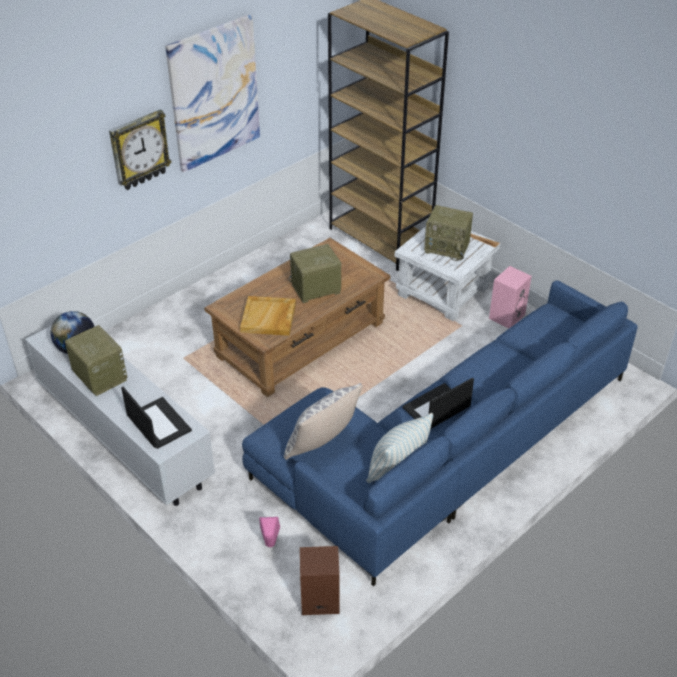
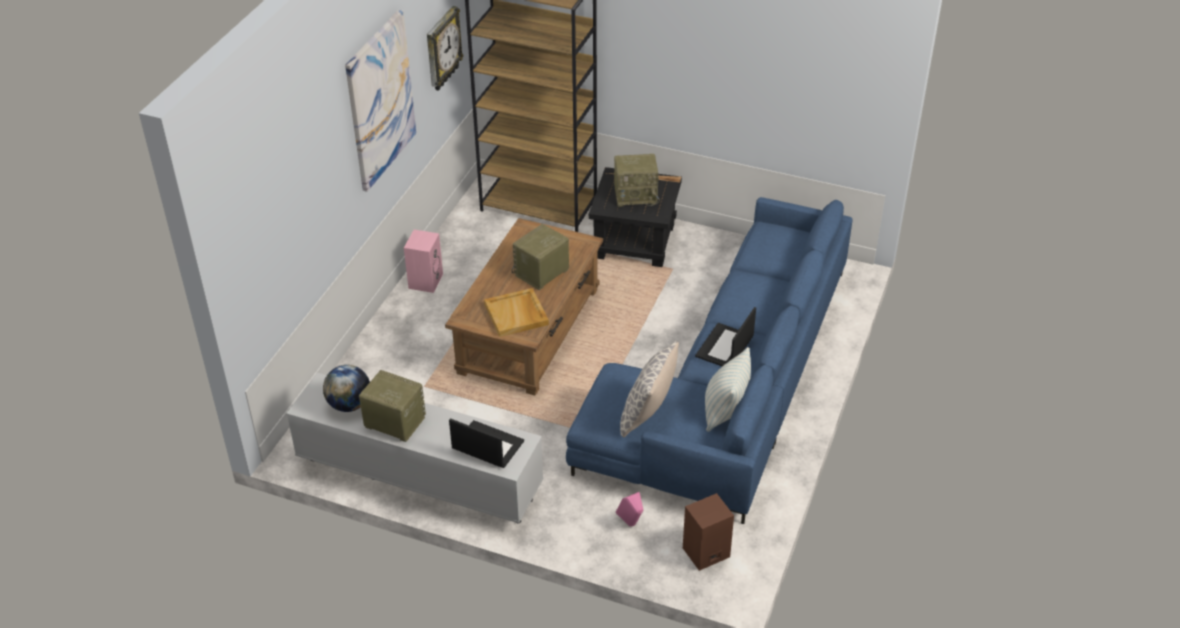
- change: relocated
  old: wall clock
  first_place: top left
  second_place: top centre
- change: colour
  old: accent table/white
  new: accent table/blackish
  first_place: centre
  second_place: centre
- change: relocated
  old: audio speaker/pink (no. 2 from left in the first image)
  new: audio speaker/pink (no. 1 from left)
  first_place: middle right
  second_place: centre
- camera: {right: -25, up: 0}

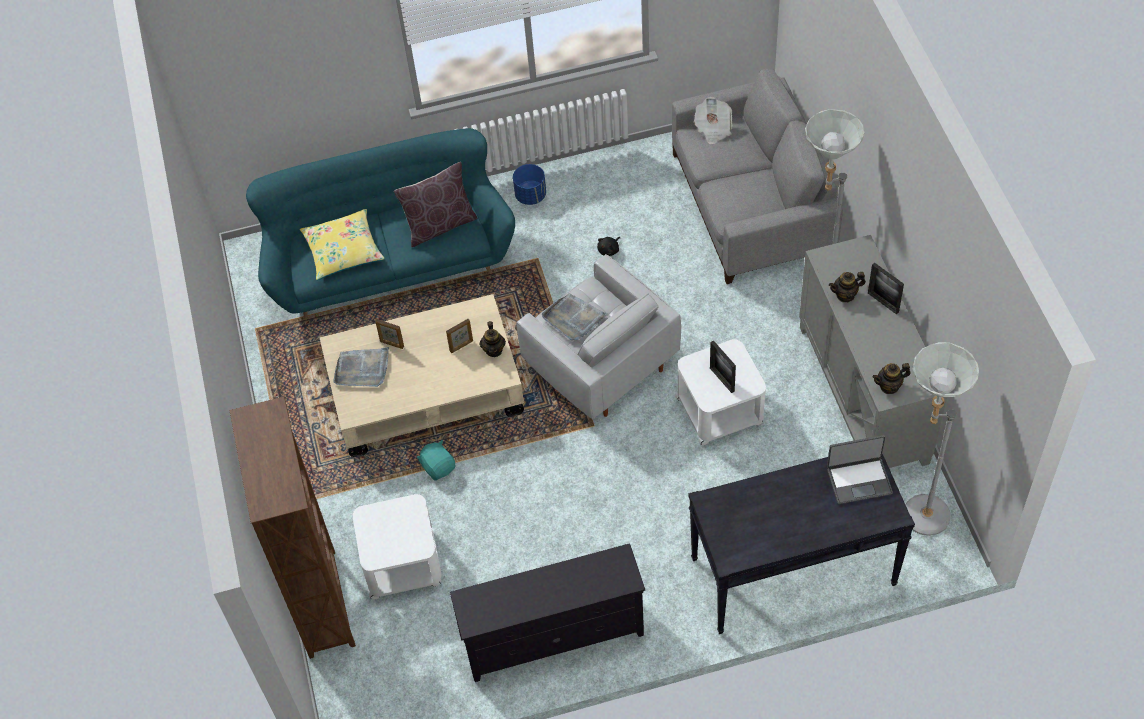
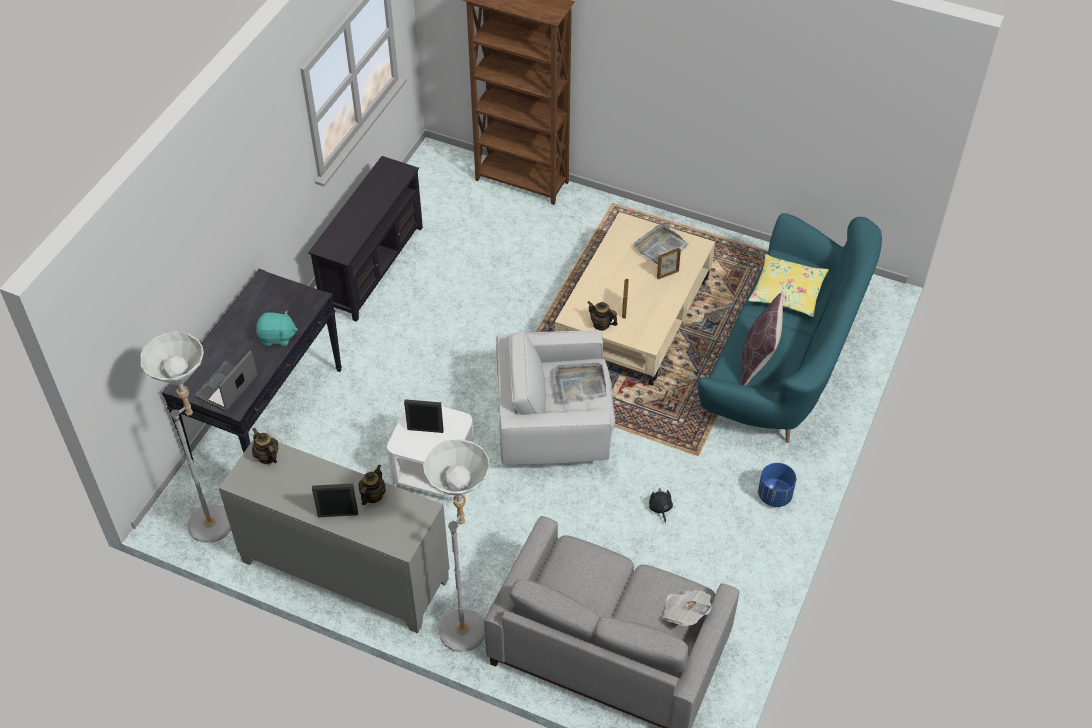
- change: missing
  old: accent table/white (no. 1 from left)
  first_place: bottom centre
- change: relocated
  old: soft toy/blue-green
  first_place: centre
  second_place: middle left
- change: spun
  old: tea pot (no. 3 from left in the first image)
  first_place: middle right
  second_place: middle left
  degrees: -60
- camera: {right: 125, up: -5}

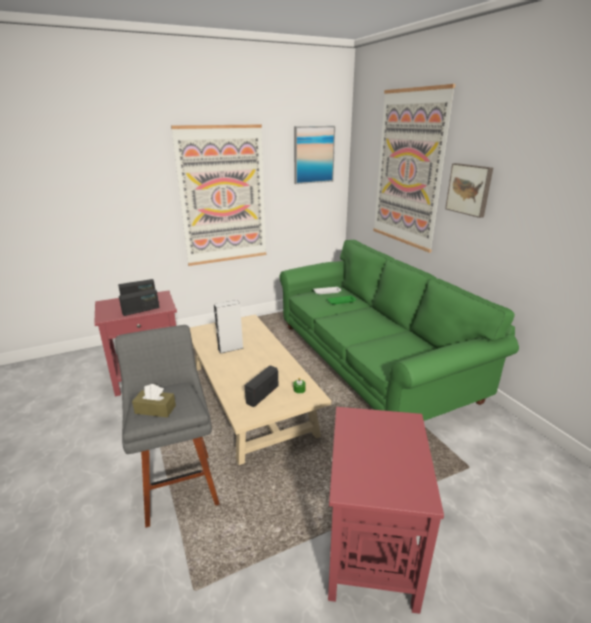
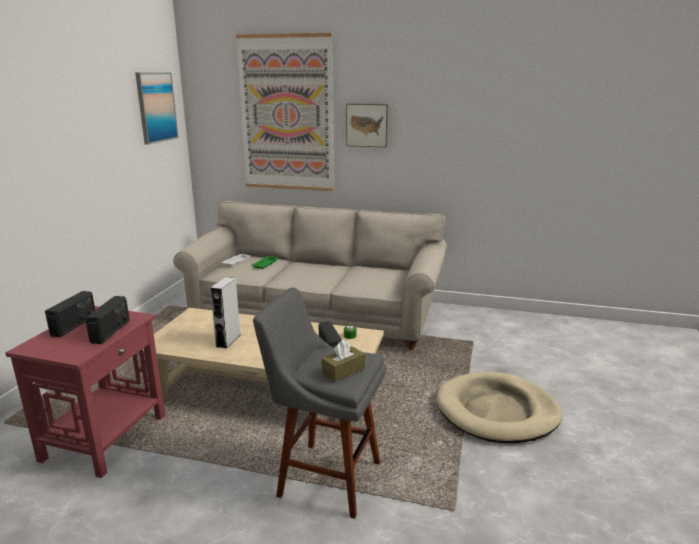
- change: missing
  old: wall picture (no. 1 from left)
  first_place: top centre
- change: colour
  old: couch/green
  new: couch/sand-coloured
  first_place: middle right
  second_place: centre
- change: exchanged
  old: accent table/red-coloured (no. 2 from left)
  new: pet bed/sand-coloured
  first_place: bottom centre
  second_place: bottom right
- camera: {right: -50, up: -5}

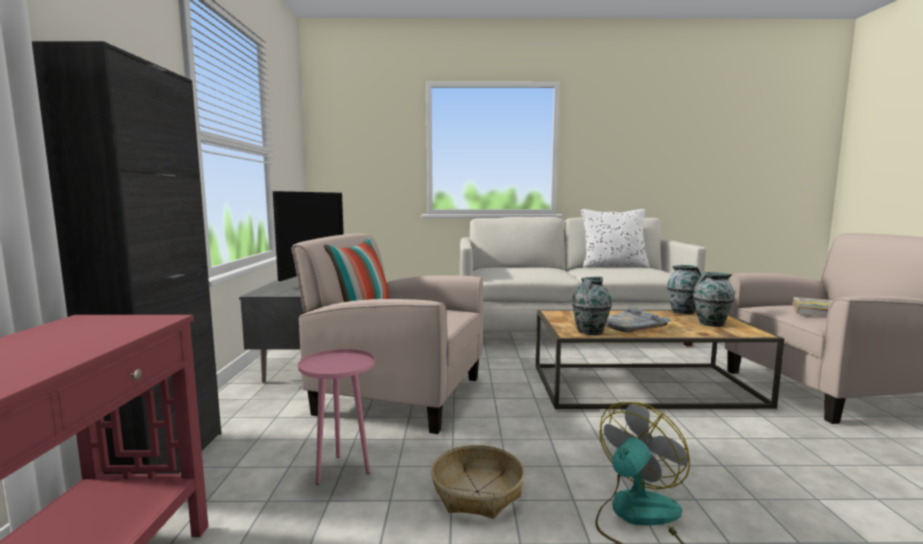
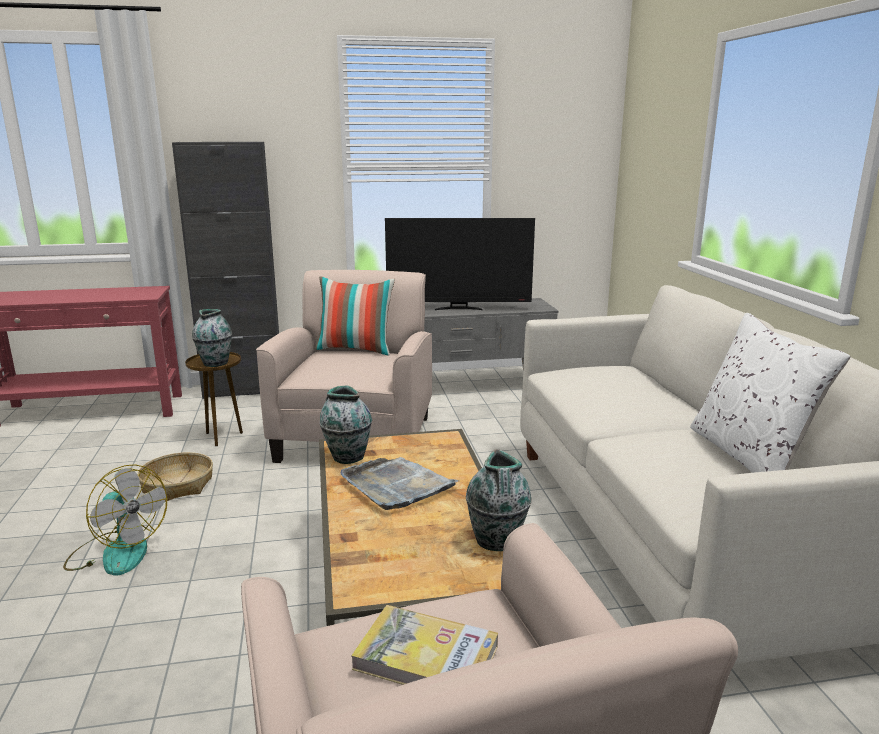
- change: colour
  old: accent table/pink
  new: accent table/brown-coloured
  first_place: bottom centre
  second_place: middle left
- change: relocated
  old: vase (no. 3 from left in the first image)
  new: vase (no. 1 from left)
  first_place: middle right
  second_place: middle left
- camera: {right: 80, up: 10}

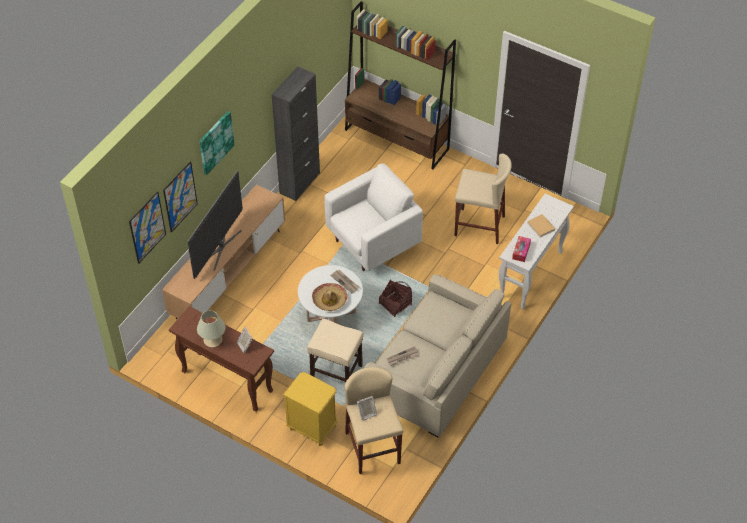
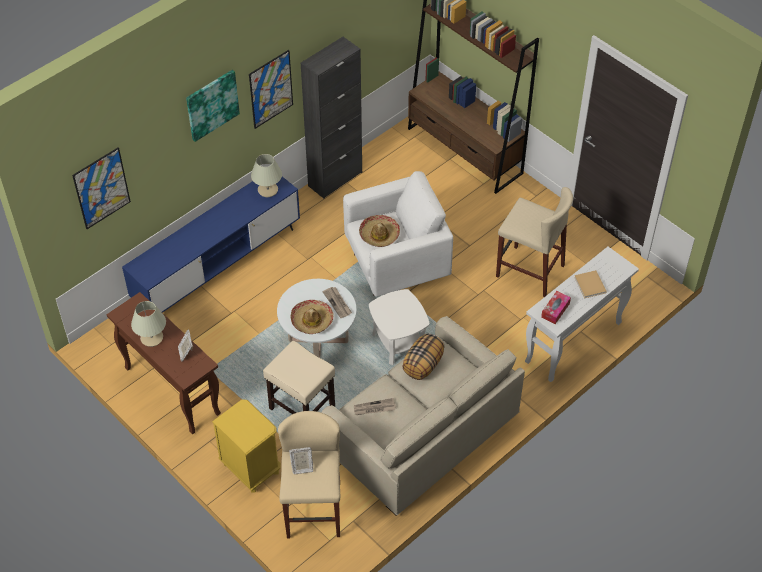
- change: colour
  old: tv unit/brown-coloured
  new: tv unit/blue
  first_place: middle left
  second_place: middle left
- change: relocated
  old: wall picture (no. 2 from left in the first image)
  new: wall picture (no. 3 from left)
  first_place: middle left
  second_place: top centre
- change: missing
  old: TV set
  first_place: middle left
- change: exchanged
  old: storage basket
  new: accent table/white
  first_place: centre
  second_place: centre
- change: appeared
  new: tabletop lamp/sand-coloured (no. 2 from left)
  second_place: top centre
- change: appeared
  new: hat (no. 2 from left)
  second_place: centre
- change: appeared
  new: throw pillow
  second_place: centre
- camera: {right: 15, up: 0}

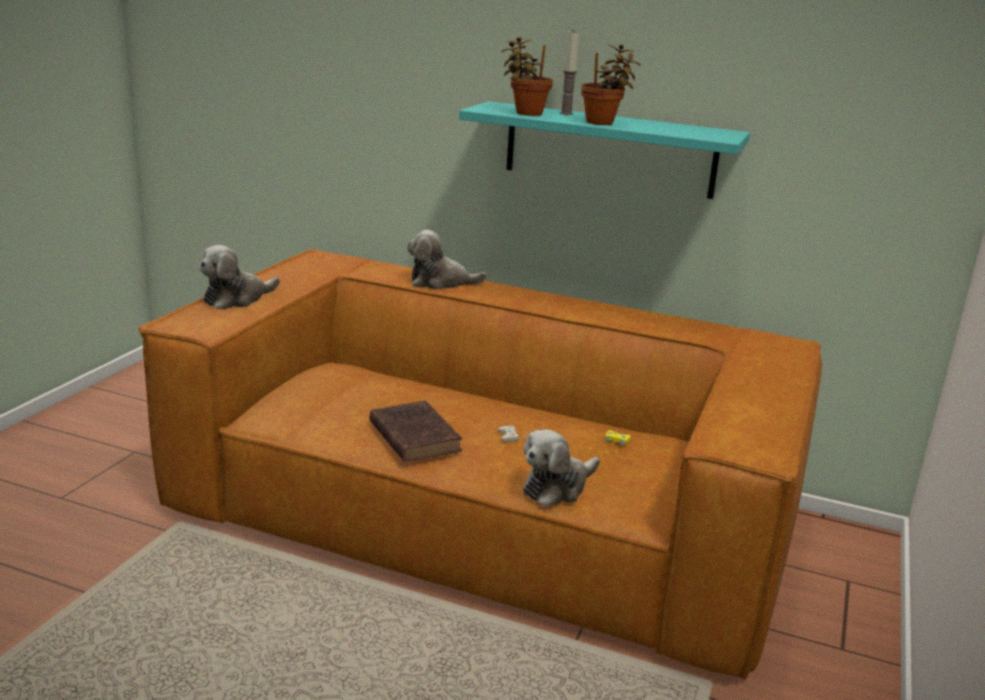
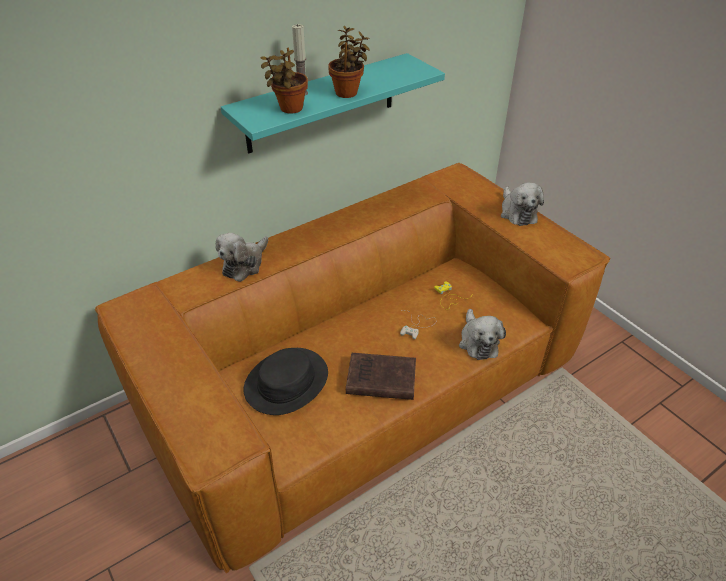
- change: relocated
  old: soft toy (no. 1 from left in the first image)
  new: soft toy (no. 3 from left)
  first_place: middle left
  second_place: middle right
- change: appeared
  new: hat/blackish
  second_place: centre
- camera: {right: -55, up: 20}

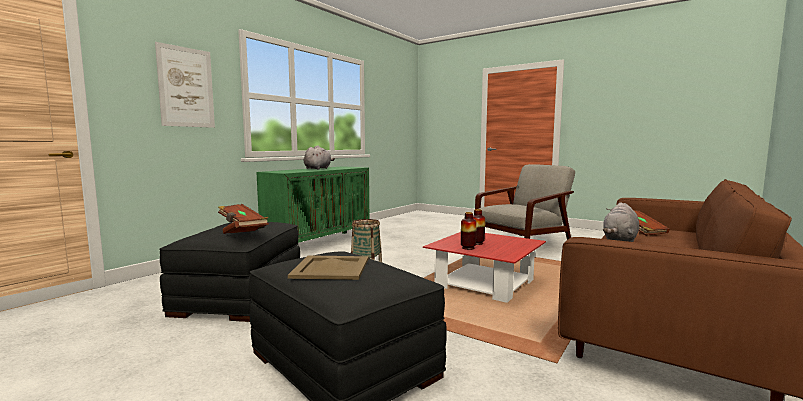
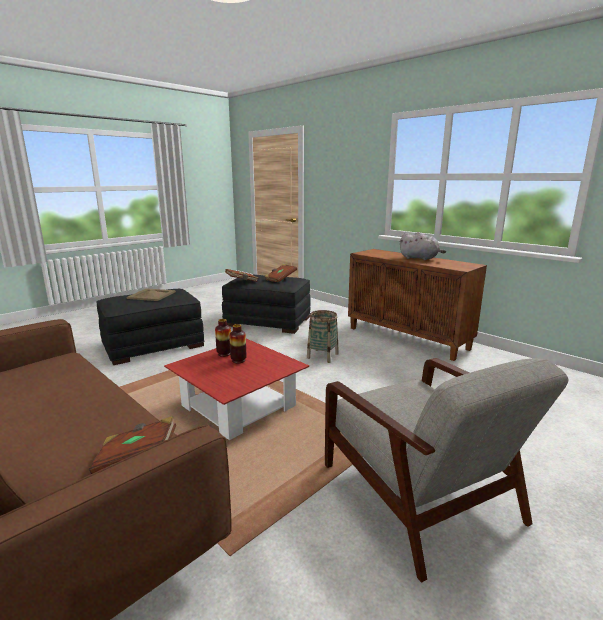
- change: missing
  old: wall picture
  first_place: top left
- change: colour
  old: cupboard/green
  new: cupboard/brown-coloured
  first_place: centre
  second_place: middle right
- change: missing
  old: soft toy/grey (no. 2 from left)
  first_place: middle right
- camera: {right: 100, up: 10}

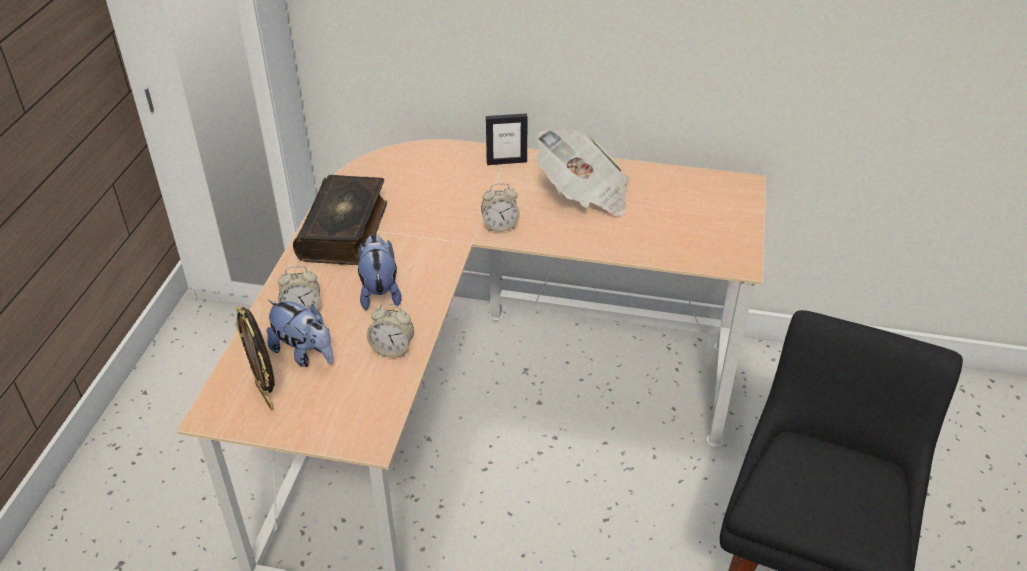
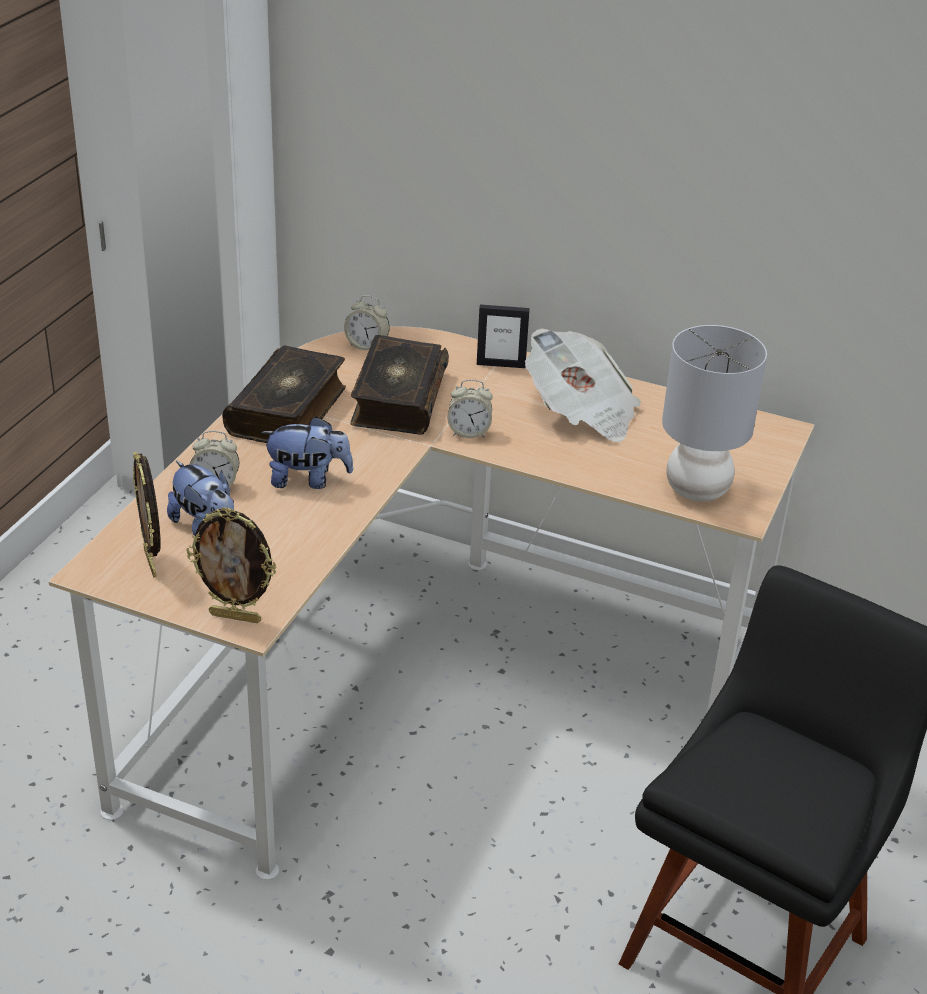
- change: spun
  old: soft toy (no. 2 from left)
  first_place: centre
  second_place: middle left
  degrees: 90
- change: relocated
  old: table clock (no. 2 from left)
  first_place: centre
  second_place: top centre
- change: appeared
  new: picture frame (no. 2 from left)
  second_place: middle left
- change: appeared
  new: bound book (no. 2 from left)
  second_place: centre
- change: appeared
  new: tabletop lamp/grey
  second_place: middle right
- camera: {right: 10, up: -5}

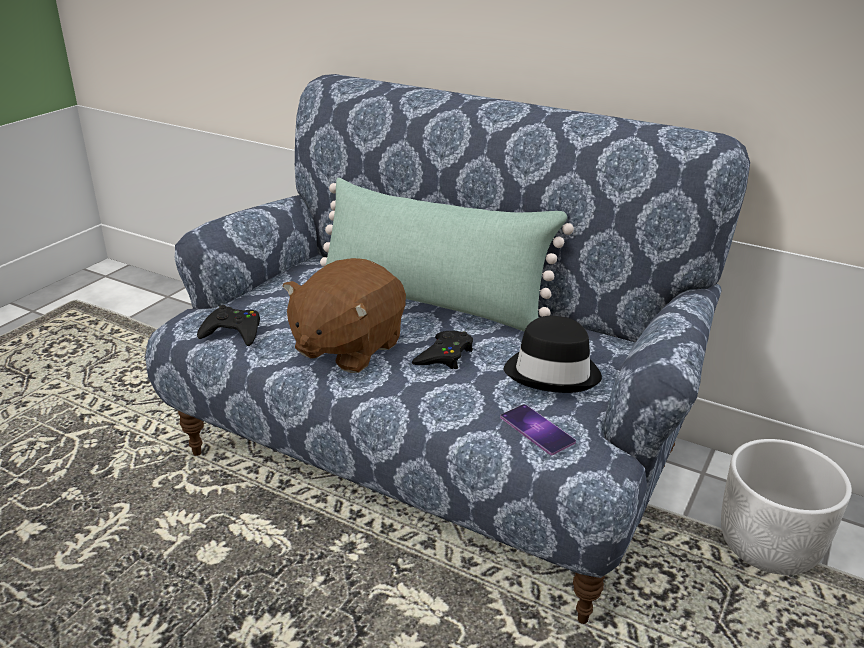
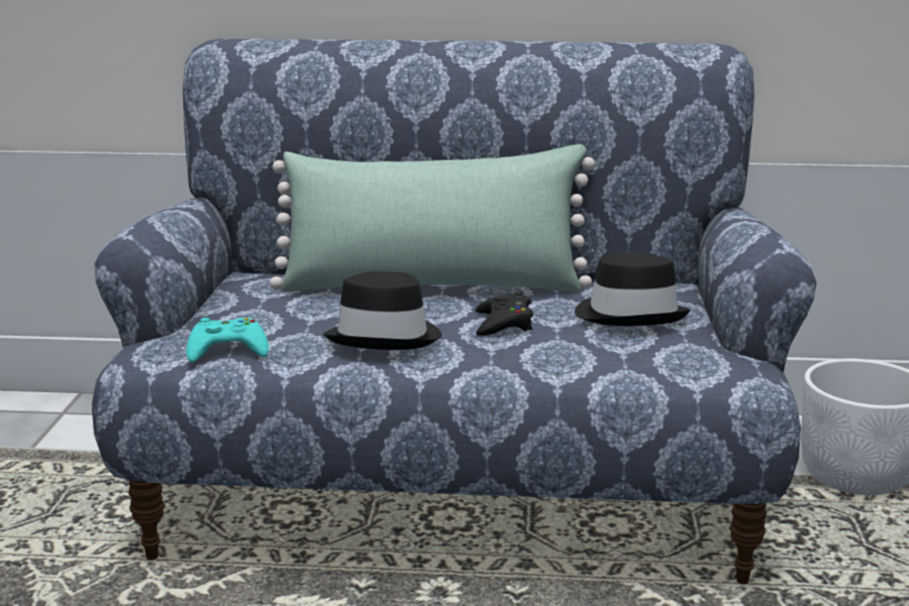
- change: colour
  old: game controller/blackish (no. 1 from left)
  new: game controller/blue-green
  first_place: middle left
  second_place: middle left
- change: exchanged
  old: soft toy/brown-coloured
  new: hat/blackish (no. 1 from left)
  first_place: centre
  second_place: centre
- change: missing
  old: telephone
  first_place: centre
- camera: {right: -25, up: -10}

